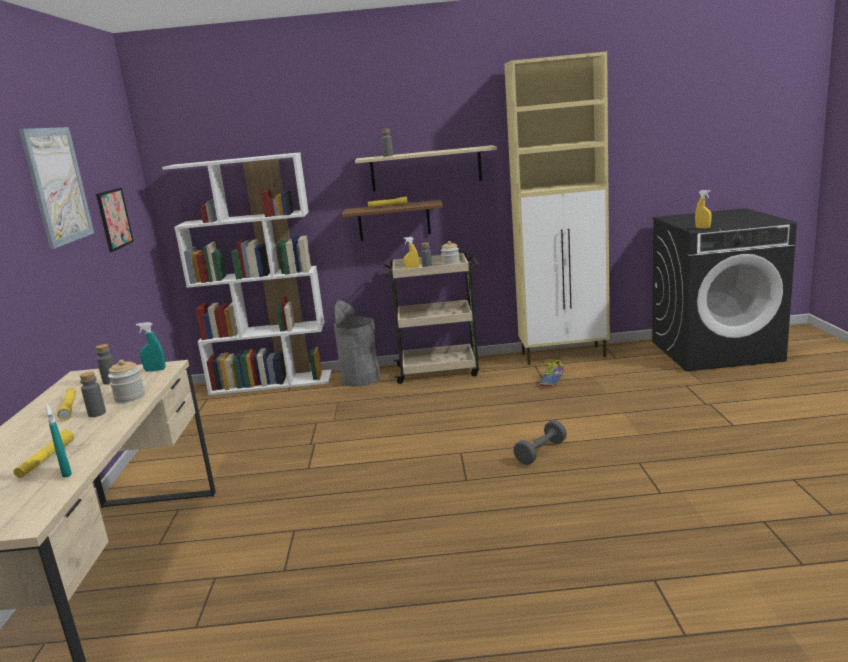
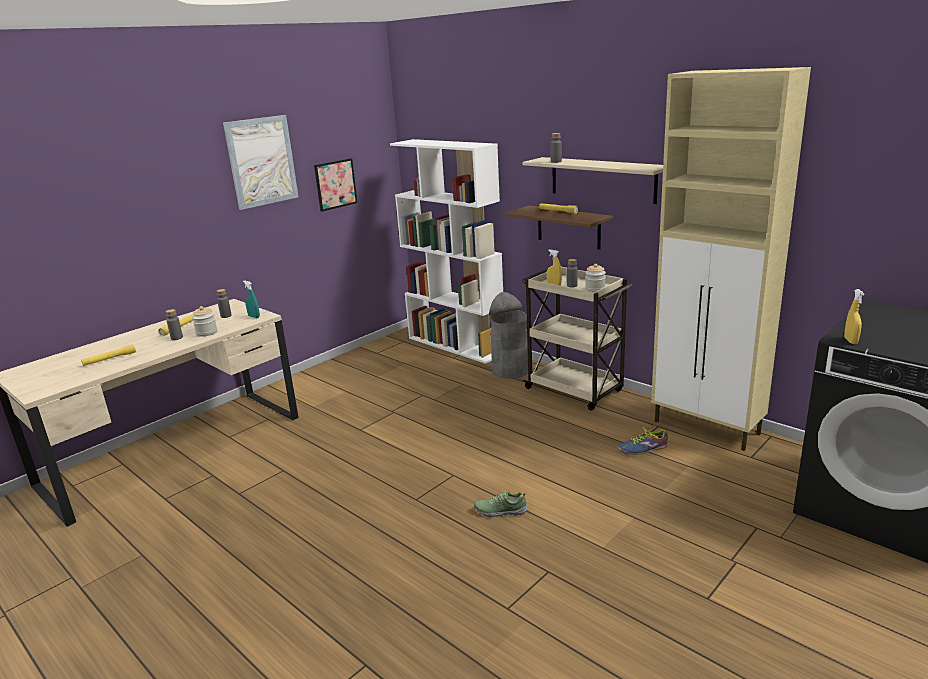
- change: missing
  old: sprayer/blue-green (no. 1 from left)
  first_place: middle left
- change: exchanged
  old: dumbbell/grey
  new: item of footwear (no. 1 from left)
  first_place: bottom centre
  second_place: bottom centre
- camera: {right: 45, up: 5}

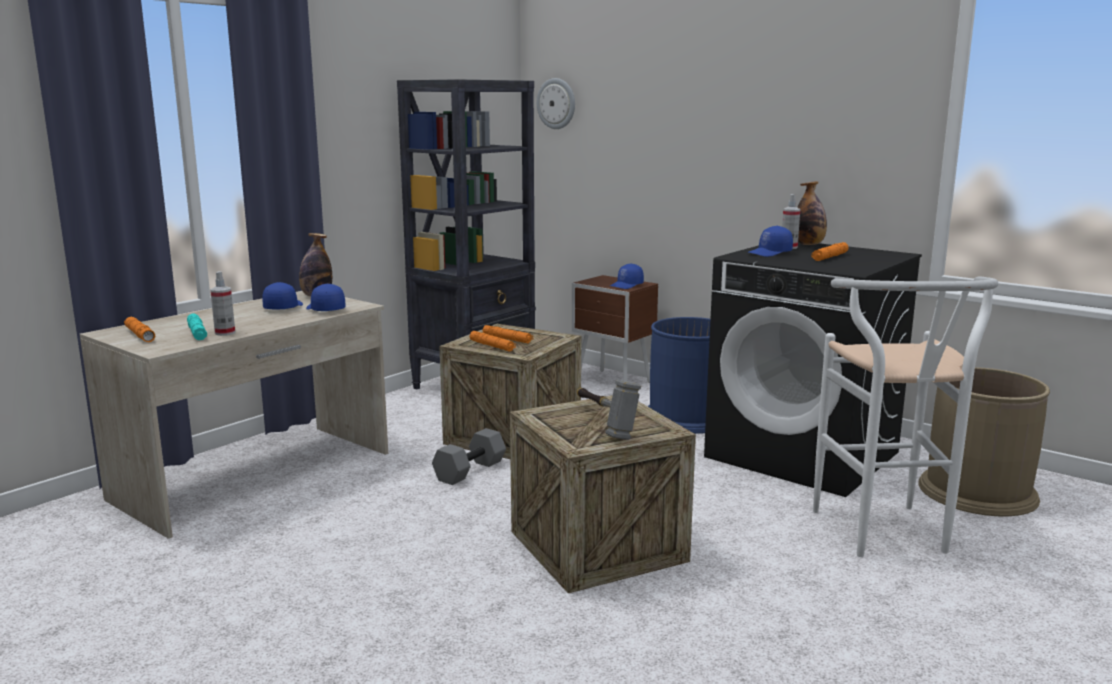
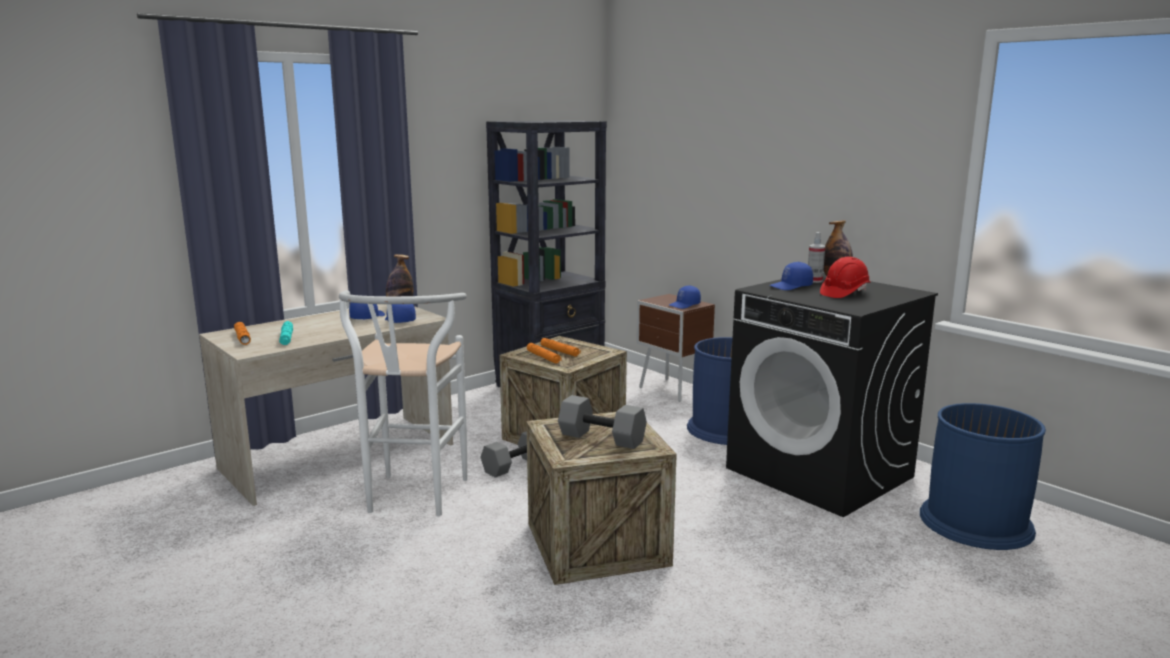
- change: missing
  old: sprayer (no. 1 from left)
  first_place: middle left
- change: missing
  old: wall clock
  first_place: top centre
- change: exchanged
  old: tool hammer
  new: dumbbell/grey (no. 2 from left)
  first_place: centre
  second_place: centre
- change: exchanged
  old: flashlight/orangey (no. 4 from left)
  new: safety helmet/red-coloured
  first_place: middle right
  second_place: middle right
- change: relocated
  old: sitting stool/white
  first_place: middle right
  second_place: centre
- change: colour
  old: rubbish bin/brown-coloured
  new: rubbish bin/blue (no. 2 from left)
  first_place: middle right
  second_place: bottom right
- camera: {right: 10, up: 0}

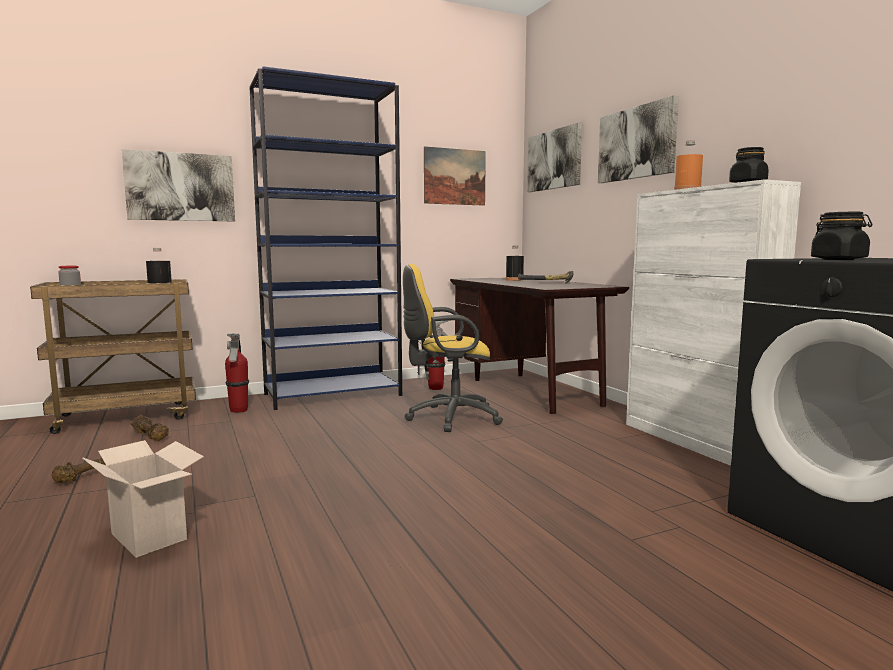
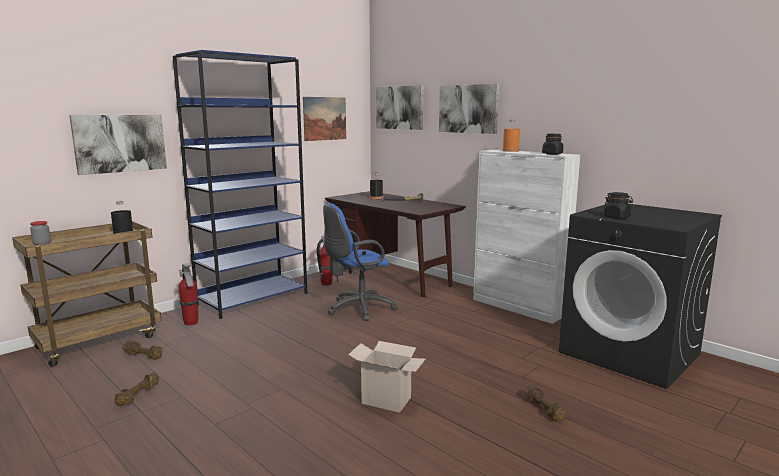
- change: relocated
  old: carton
  first_place: bottom left
  second_place: bottom centre
- change: colour
  old: desk chair/yellow-coloured
  new: desk chair/blue
  first_place: centre
  second_place: centre
- change: appeared
  new: dumbbell/brown-coloured (no. 3 from left)
  second_place: bottom right
- camera: {right: -20, up: 5}

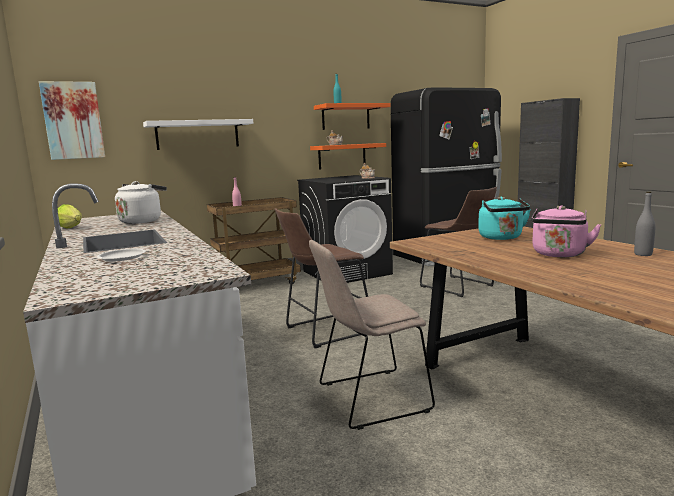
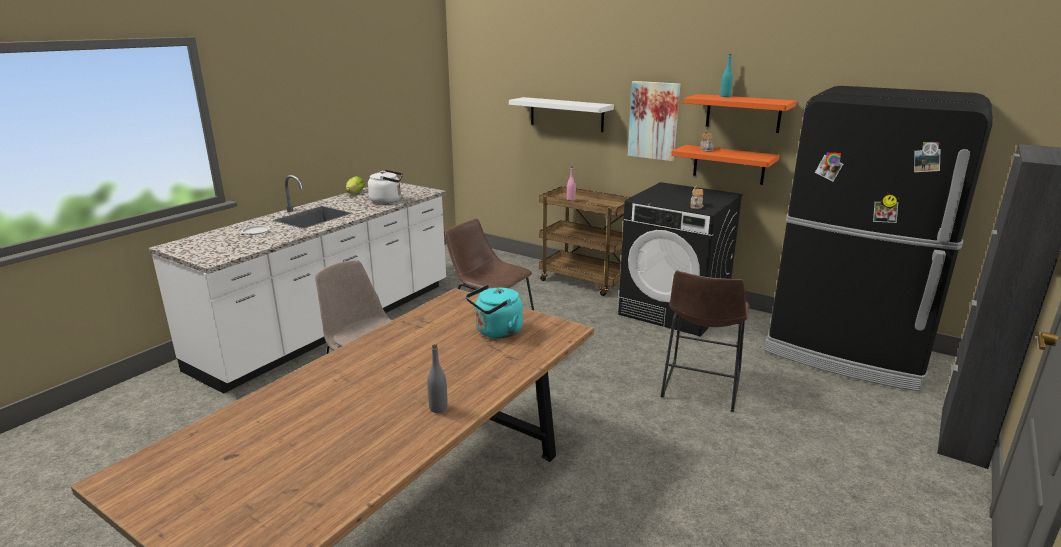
- change: relocated
  old: wall picture
  first_place: top left
  second_place: top centre
- change: missing
  old: water kettle/pink
  first_place: middle right
- camera: {right: 60, up: 10}

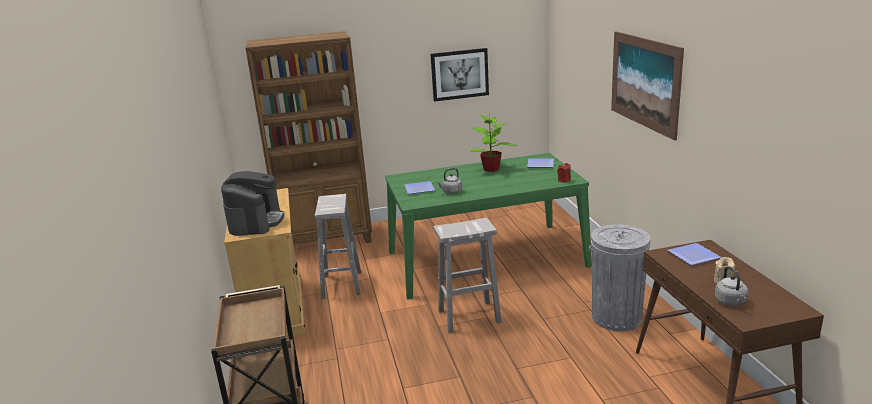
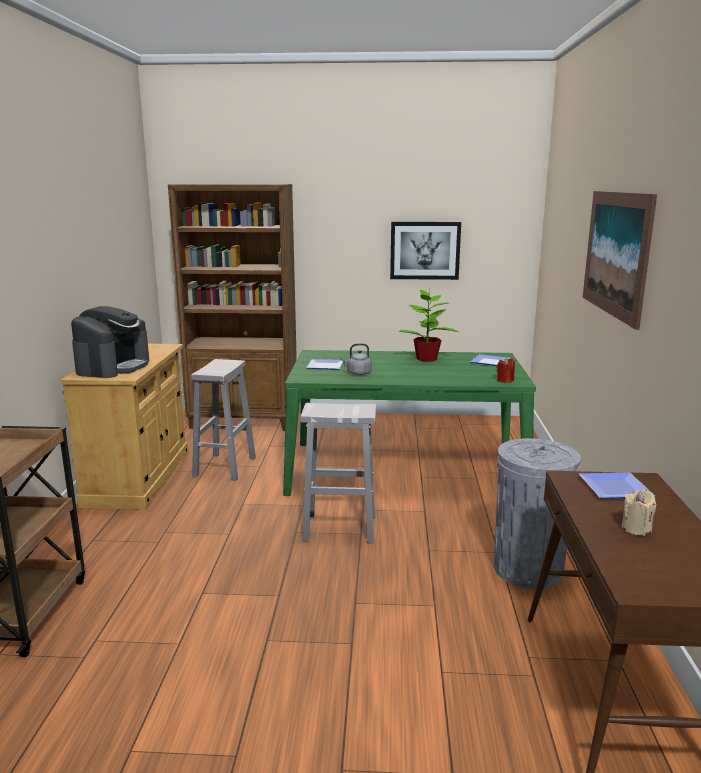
- change: missing
  old: water kettle/grey (no. 2 from left)
  first_place: bottom right
- camera: {right: 15, up: -5}

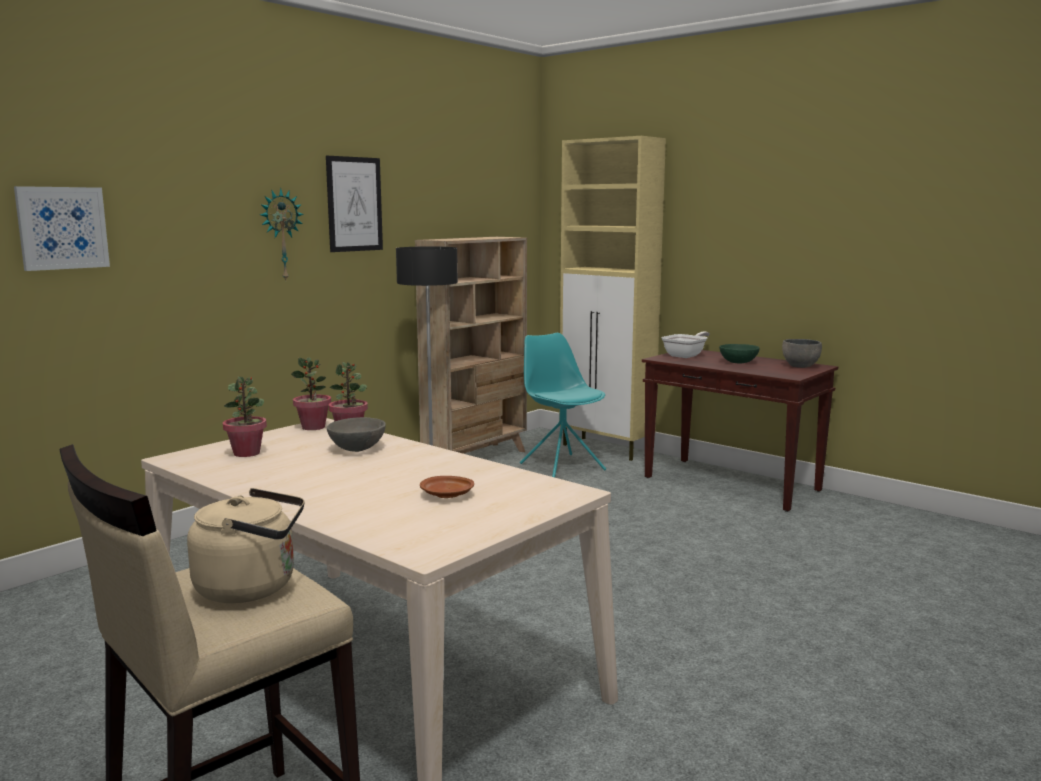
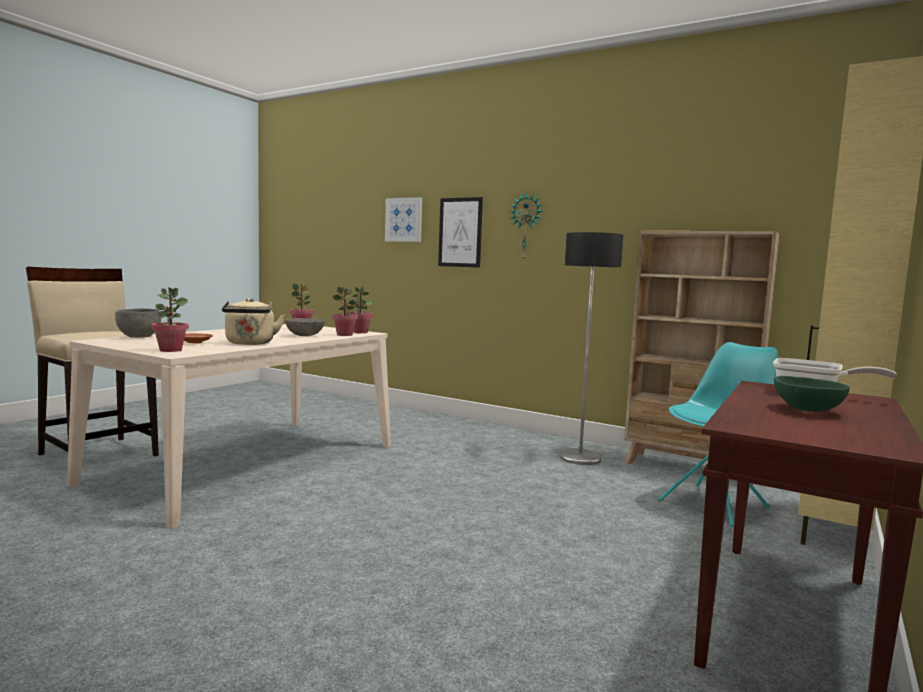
- change: relocated
  old: water kettle/sand-coloured
  first_place: bottom left
  second_place: middle left
- change: relocated
  old: wall picture (no. 2 from left)
  first_place: top centre
  second_place: centre
- change: relocated
  old: bowl/grey (no. 2 from left in the first image)
  new: bowl/grey (no. 1 from left)
  first_place: middle right
  second_place: middle left
- change: appeared
  new: potted plant (no. 1 from left)
  second_place: middle left
- camera: {right: 80, up: -5}

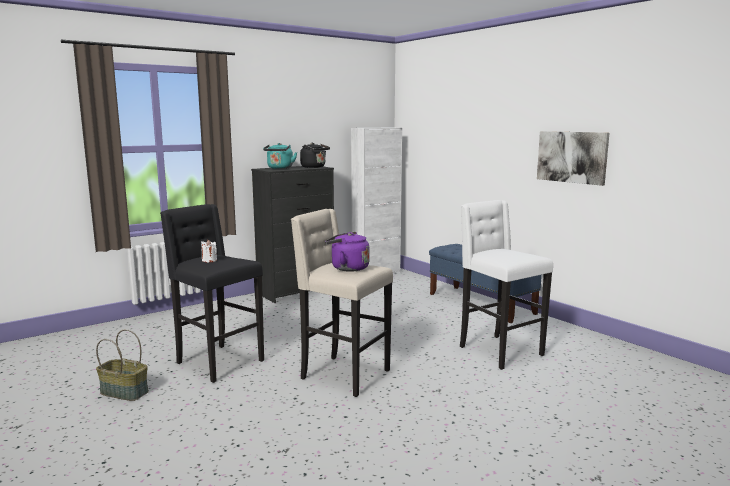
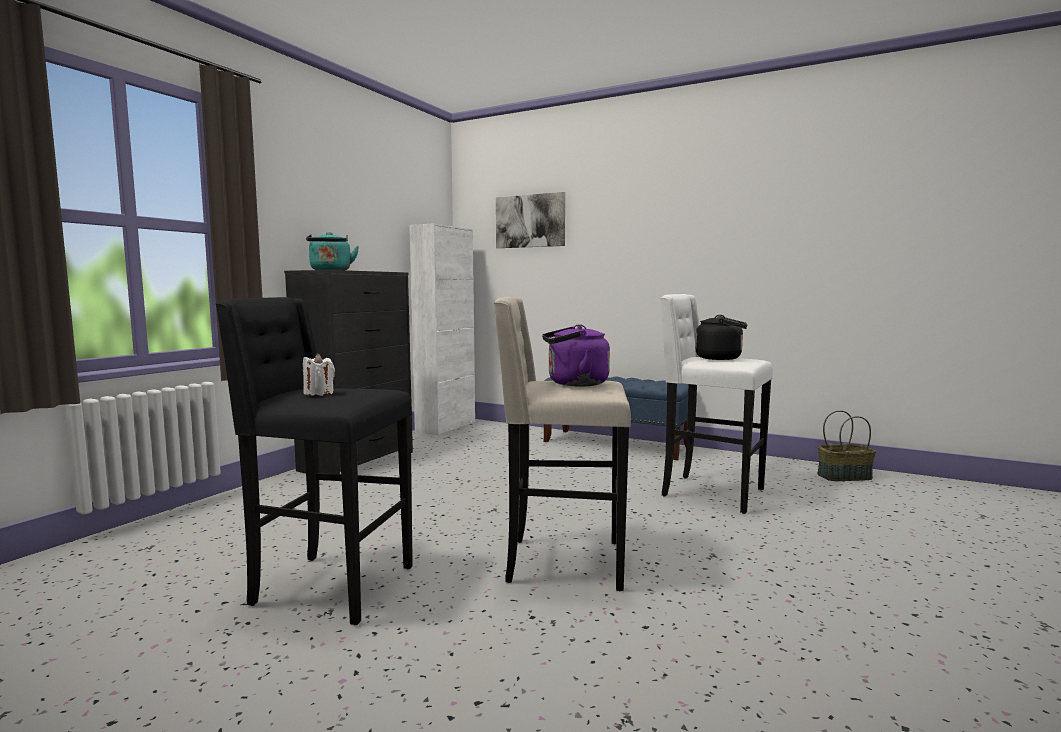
- change: relocated
  old: storage basket
  first_place: bottom left
  second_place: middle right
- change: relocated
  old: water kettle/blackish
  first_place: top centre
  second_place: middle right
- change: relocated
  old: wall picture
  first_place: top right
  second_place: top centre
- camera: {right: -25, up: -5}

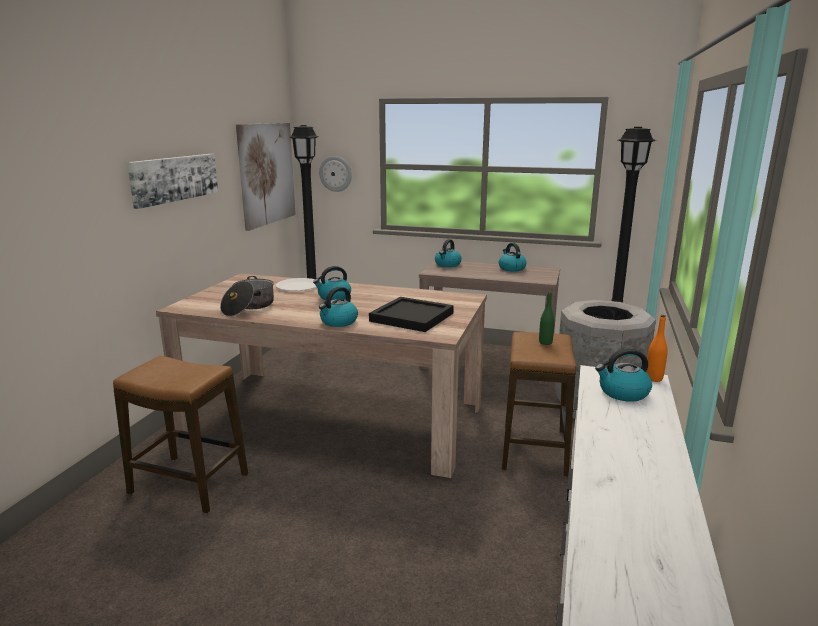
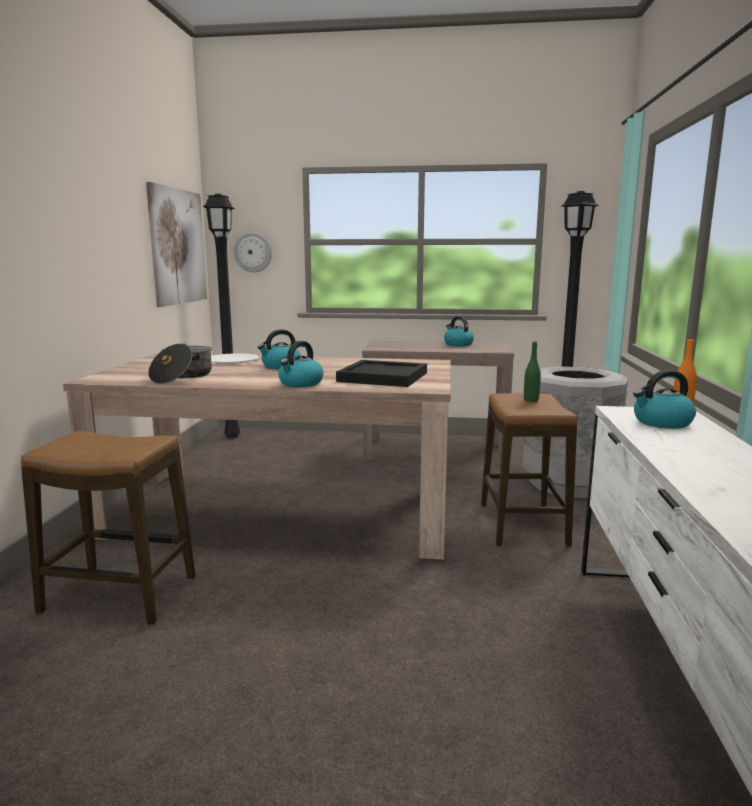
- change: missing
  old: wall picture (no. 1 from left)
  first_place: top left
- change: missing
  old: water kettle (no. 3 from left)
  first_place: centre
- camera: {right: -10, up: -5}

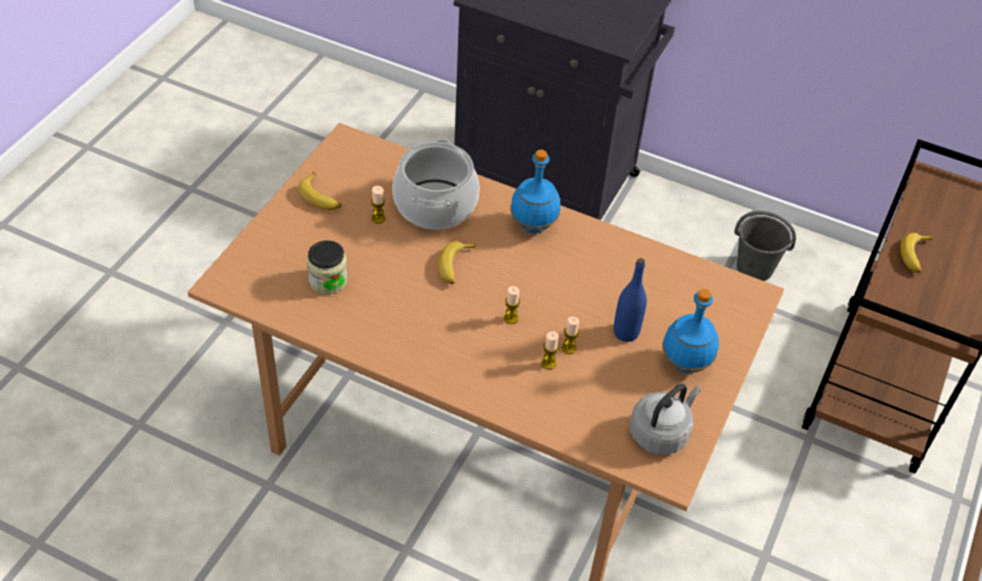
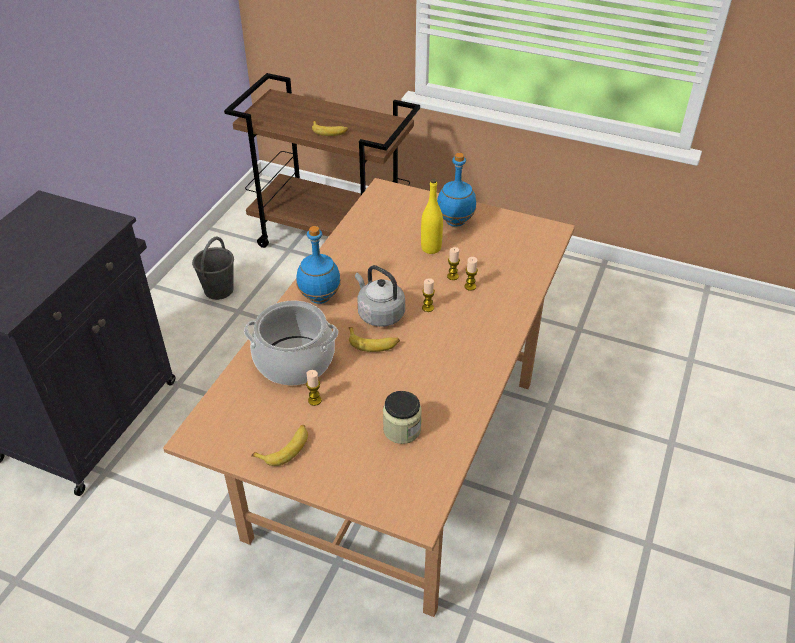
- change: colour
  old: bottle/blue (no. 2 from left)
  new: bottle/yellow-coloured
  first_place: centre
  second_place: centre
- change: relocated
  old: water kettle/grey
  first_place: bottom right
  second_place: centre
- camera: {right: -90, up: -5}

